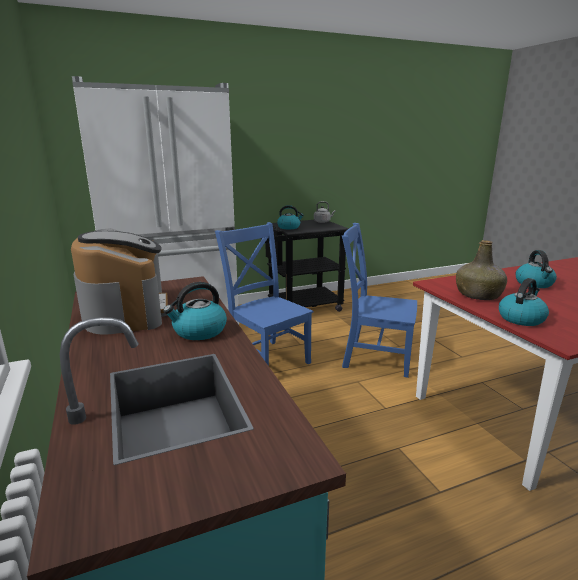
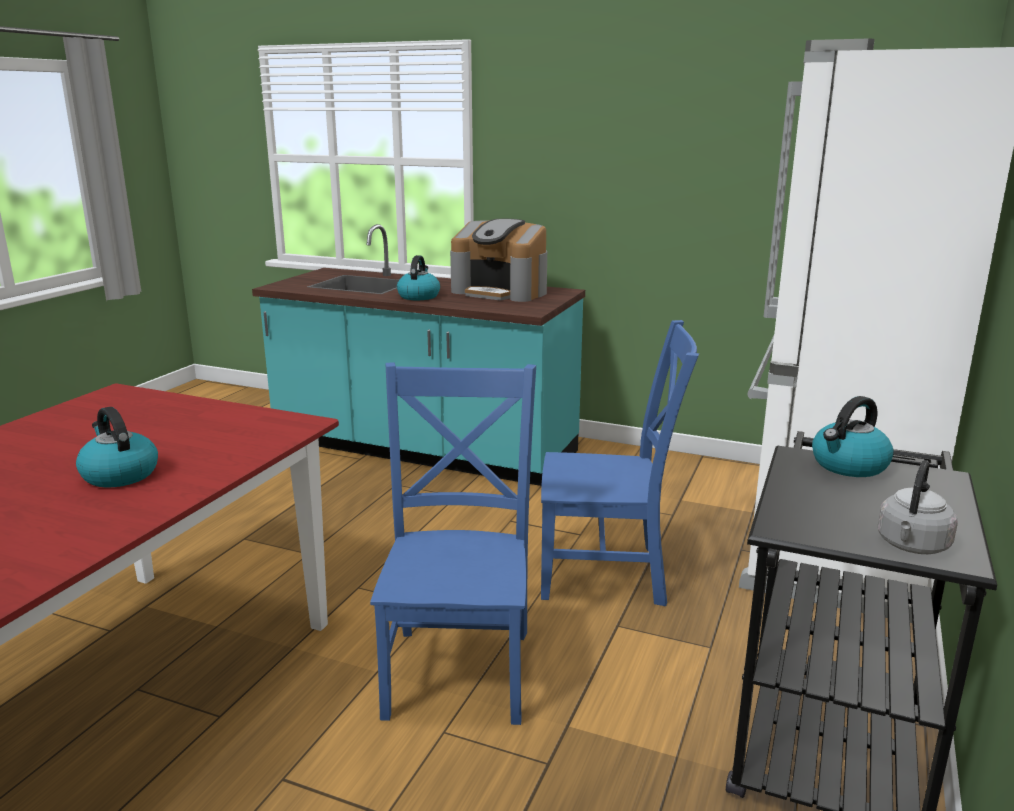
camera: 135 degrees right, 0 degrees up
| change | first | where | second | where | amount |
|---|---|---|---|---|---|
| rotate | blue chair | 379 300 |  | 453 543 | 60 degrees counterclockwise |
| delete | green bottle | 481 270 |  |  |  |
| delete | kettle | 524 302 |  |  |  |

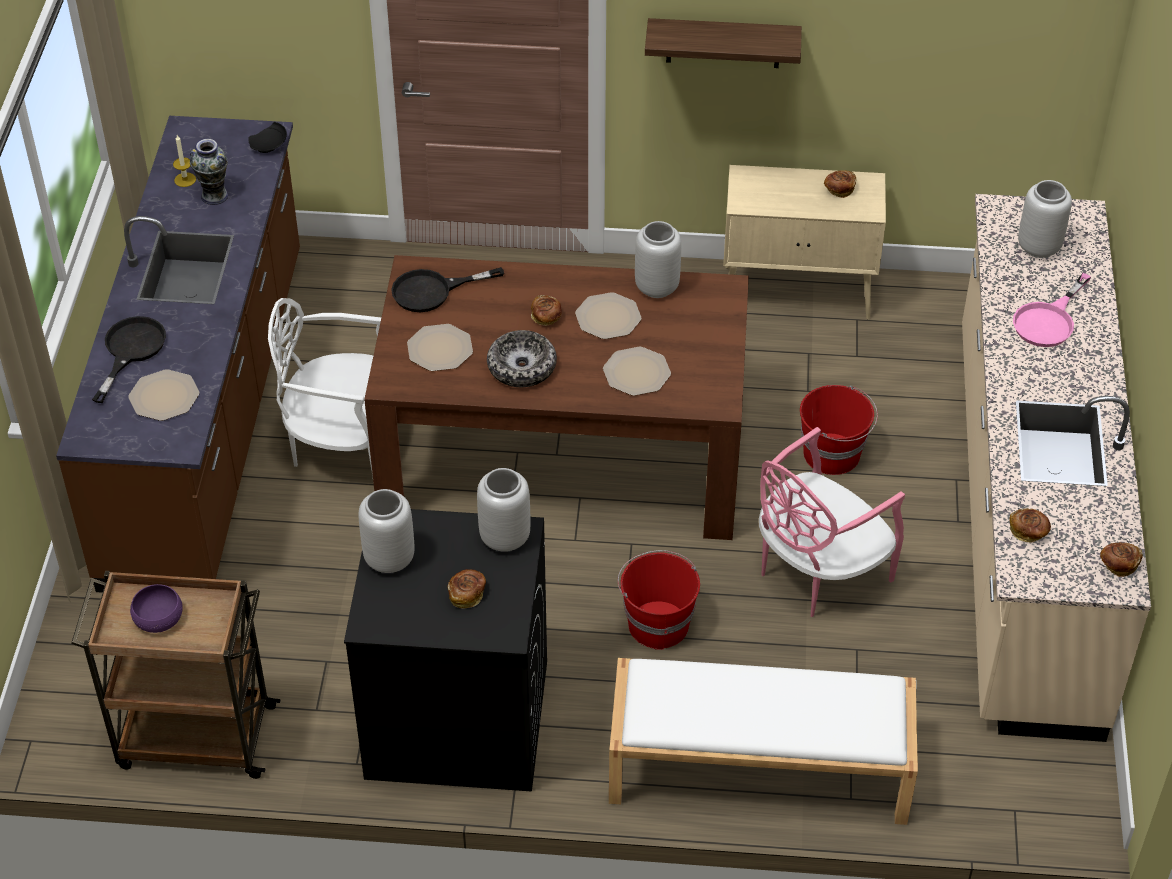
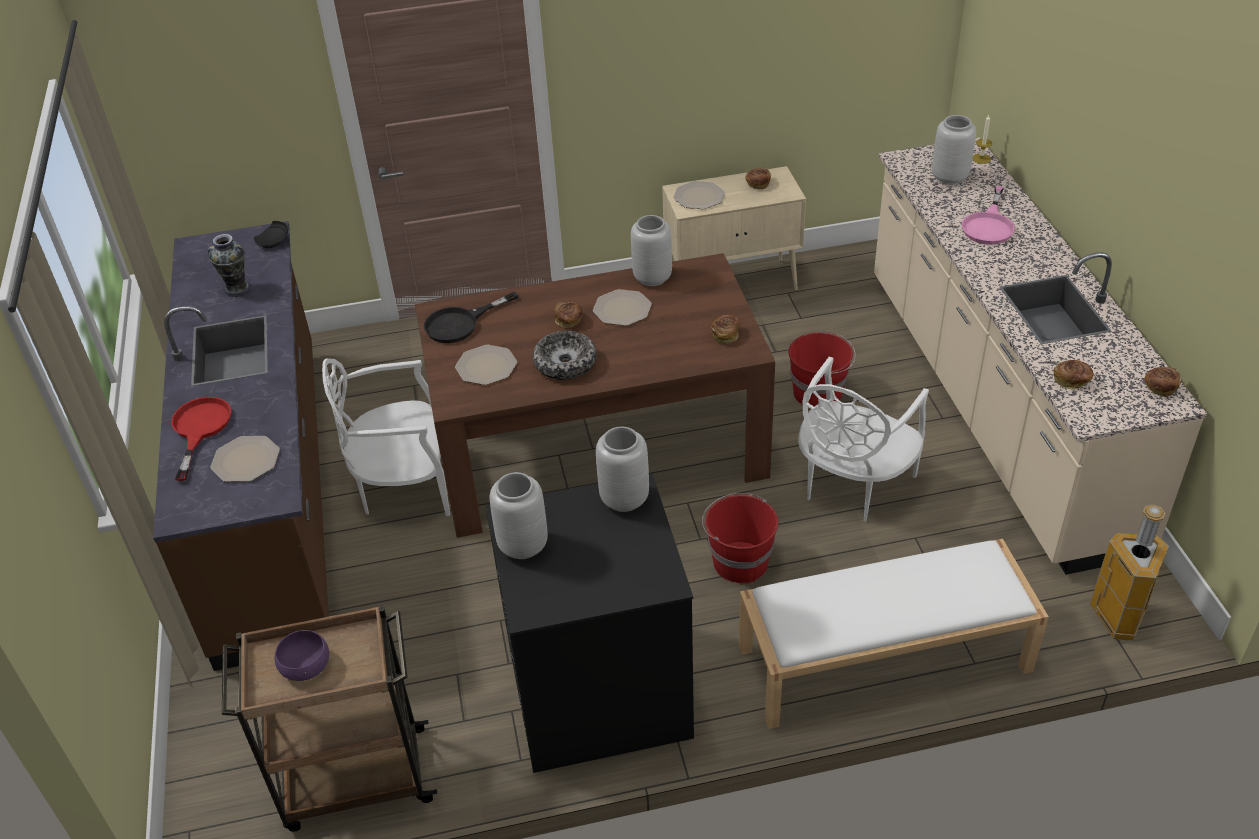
camera: 15 degrees left, 5 degrees down
| change | first | where | second | where | amount |
|---|---|---|---|---|---|
| recolor | black frying pan | 129 359 | red frying pan | 201 439 |  |
| move | plate | 637 371 |  | 699 195 |  |
| move | bread | 466 589 |  | 725 329 |  |
| recolor | pink chair | 832 522 | white chair | 863 439 |  |
| move | candle | 184 161 |  | 982 139 |  |
| insert |  |  | trash can | 1129 572 |  |
| delete | shelf | 723 43 |  |  |  |

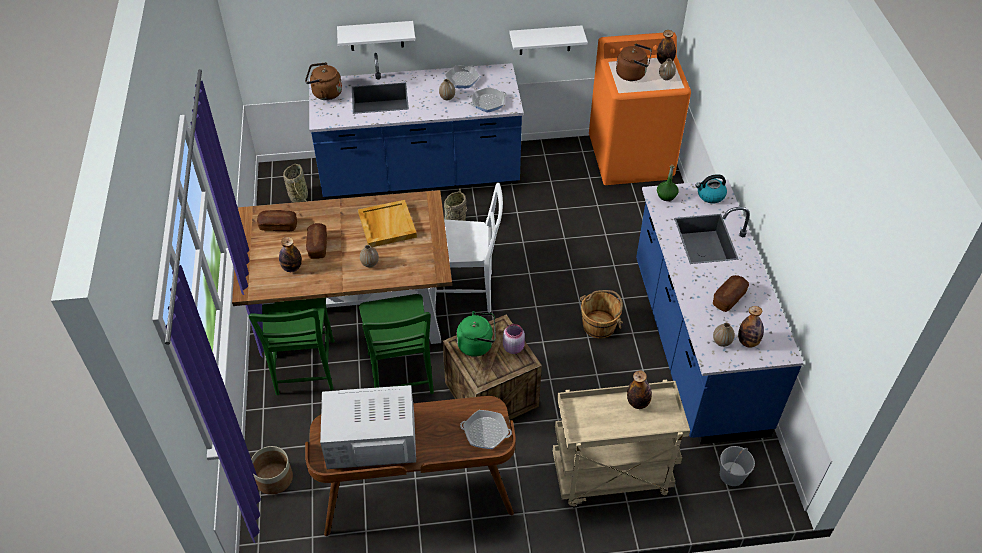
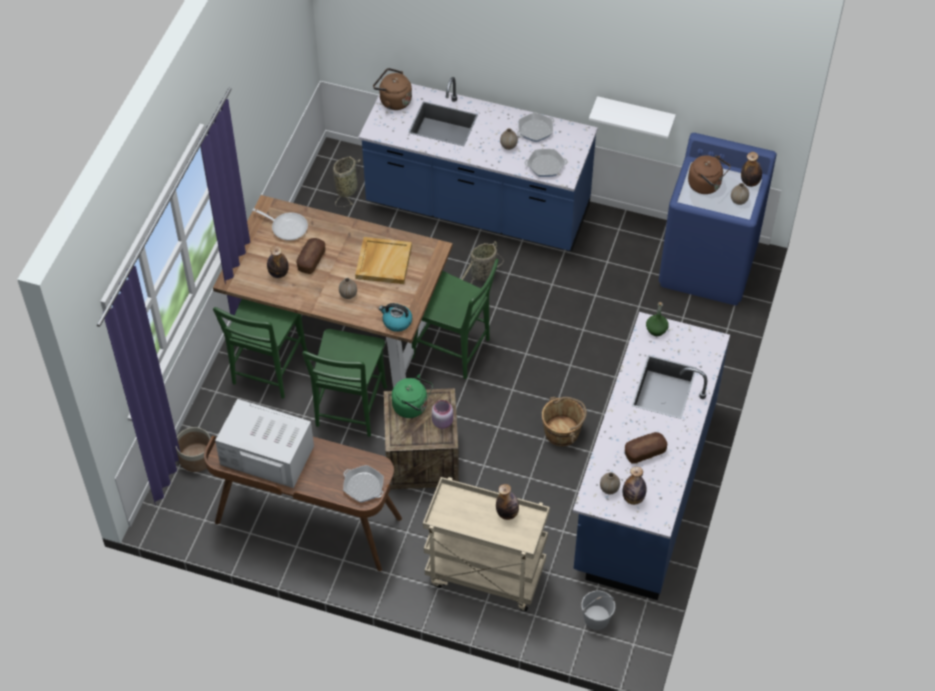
camera: 25 degrees right, 5 degrees up
| change | first | where | second | where | amount |
|---|---|---|---|---|---|
| replace | bread | 277 220 | frying pan | 280 224 |  |
| move | kettle | 711 188 |  | 395 317 |  |
| recolor | white chair | 467 248 | green chair | 455 319 |  |
| recolor | orange washing machine | 640 108 | blue washing machine | 718 219 |  |
| delete | white shelf | 376 36 |  |  |  |

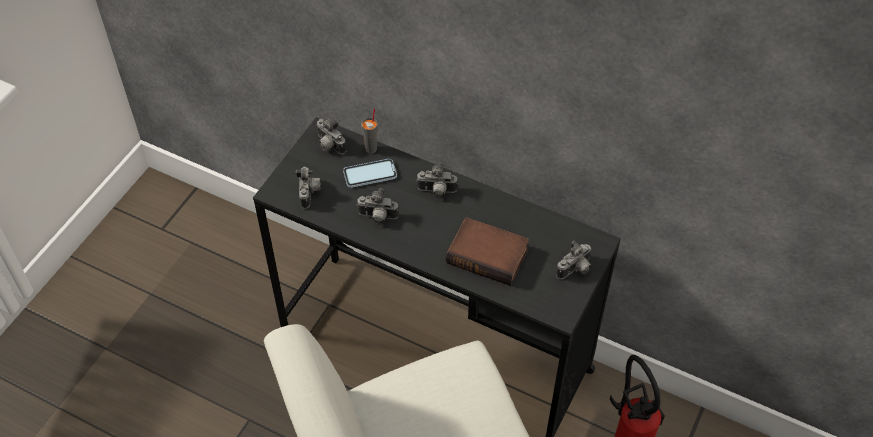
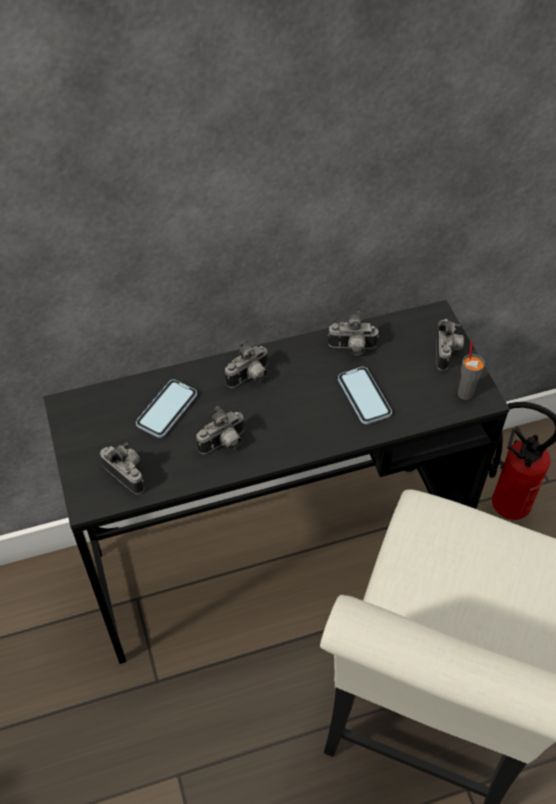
camera: 45 degrees left, 0 degrees up
| change | first | where | second | where | amount |
|---|---|---|---|---|---|
| move | photo camera | 332 136 |  | 353 333 |  |
| replace | book | 487 251 | phone | 365 395 |  |
| move | grey cup | 369 131 |  | 471 370 |  |

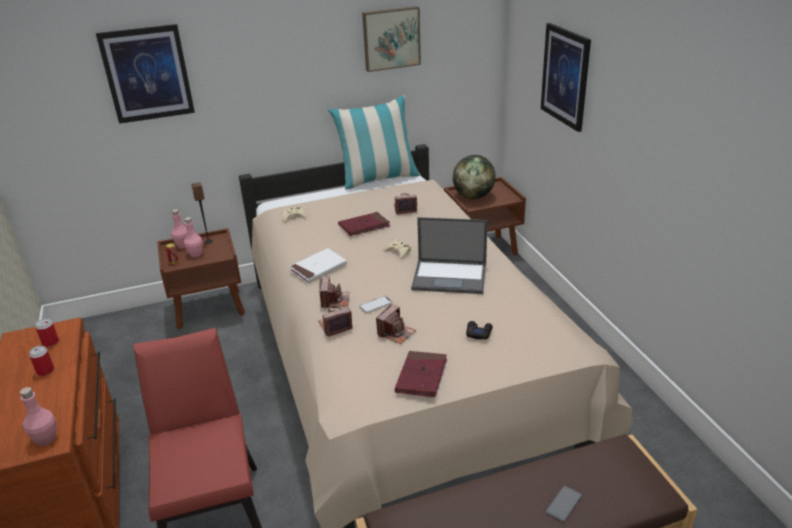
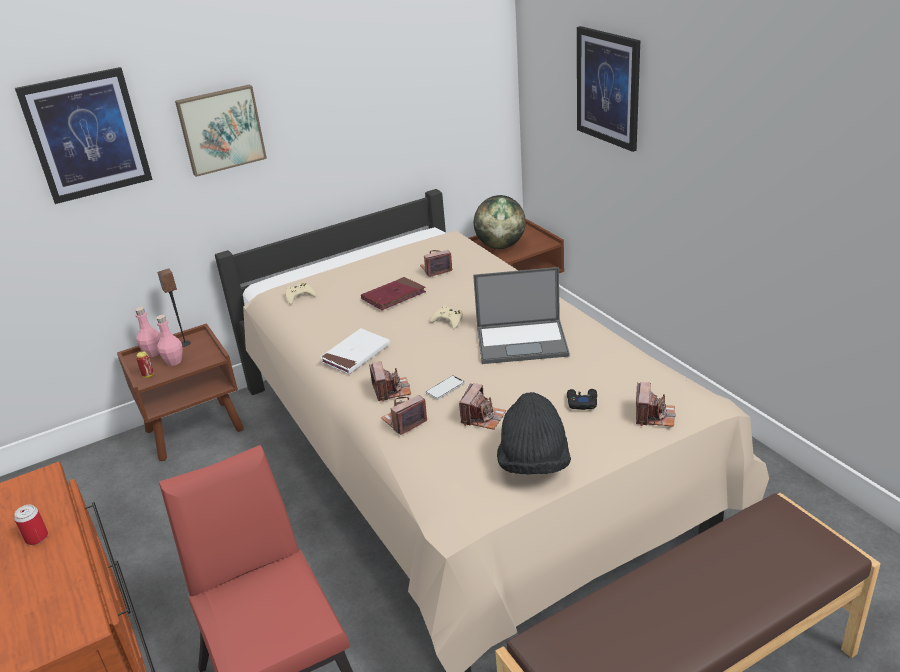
camera: 10 degrees left, 0 degrees up
| change | first | where | second | where | amount |
|---|---|---|---|---|---|
| move | picture | 391 39 |  | 221 131 |  |
| replace | red book | 421 374 | black hat | 534 433 |  |
| insert |  |  | photo camera | 655 404 |  |
| delete | pink bottle | 38 416 |  |  |  |
| delete | can | 47 332 |  |  |  |
| delete | pillow | 374 143 |  |  |  |
| delete | phone | 564 504 |  |  |  |

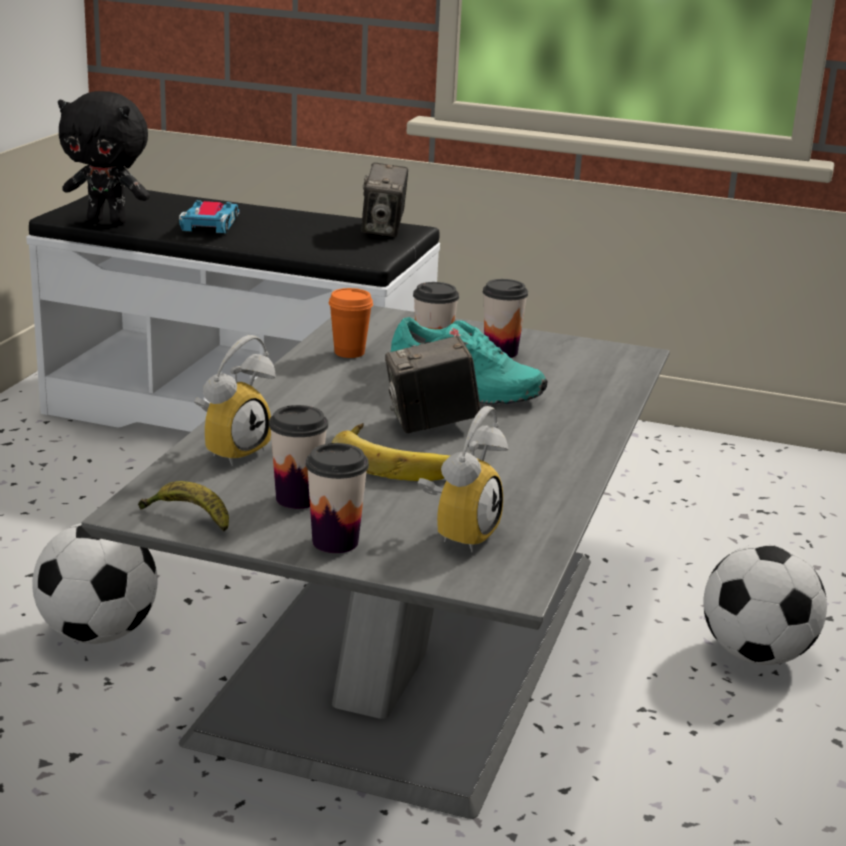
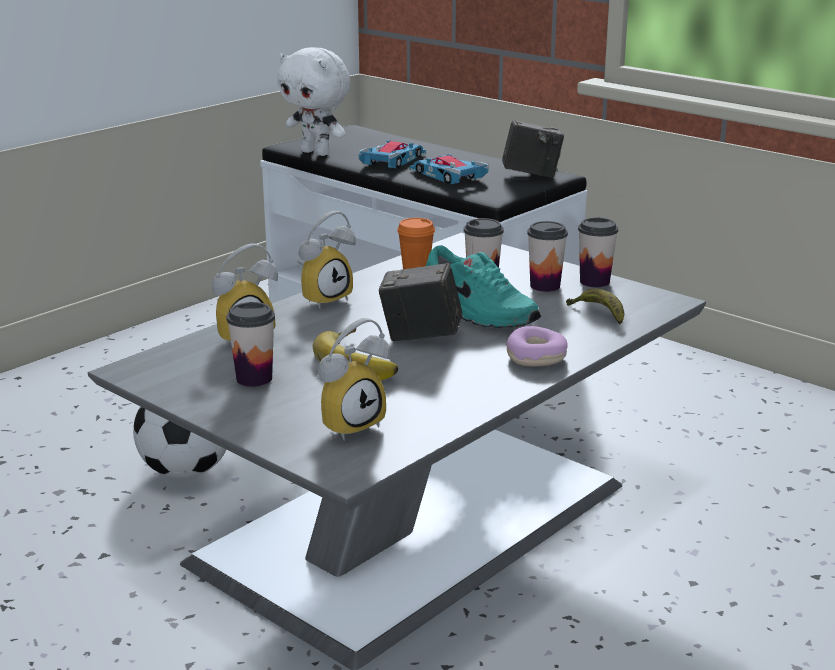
camera: 25 degrees right, 0 degrees up
| change | first | where | second | where | amount |
|---|---|---|---|---|---|
| recolor | black plush toy | 104 158 | white plush toy | 313 101 |  |
| insert |  |  | alarm clock | 326 260 |  |
| insert |  |  | toy car | 449 169 |  |
| rotate | photo camera | 384 199 |  | 533 149 | 120 degrees counterclockwise |
| insert |  |  | donut | 537 346 |  |
| move | banana | 183 506 |  | 595 306 |  |
| move | cup | 337 498 |  | 598 252 |  |
| delete | football | 765 604 |  |  |  |

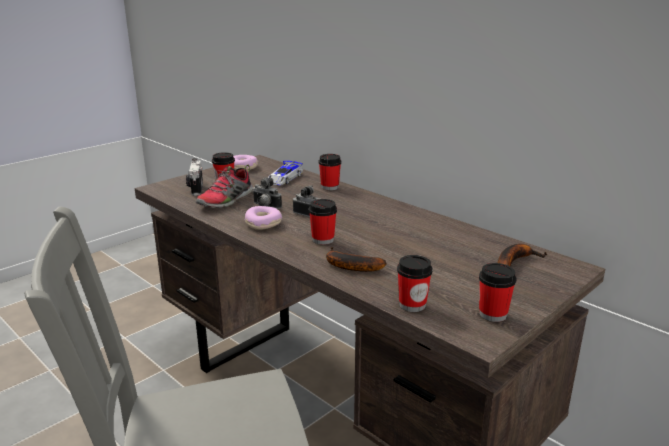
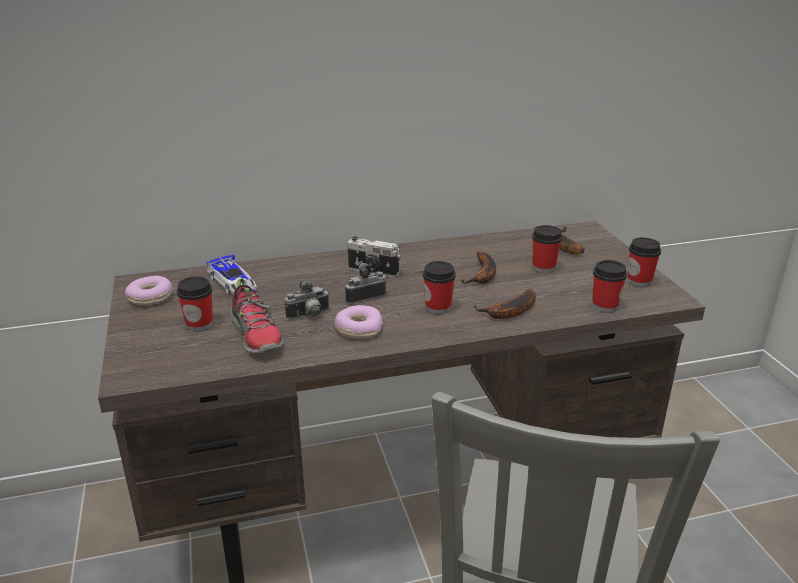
camera: 60 degrees left, 5 degrees up
| change | first | where | second | where | amount |
|---|---|---|---|---|---|
| move | photo camera | 194 177 |  | 373 257 |  |
| insert |  |  | banana | 478 267 |  |
| move | cup | 329 172 |  | 547 249 |  |

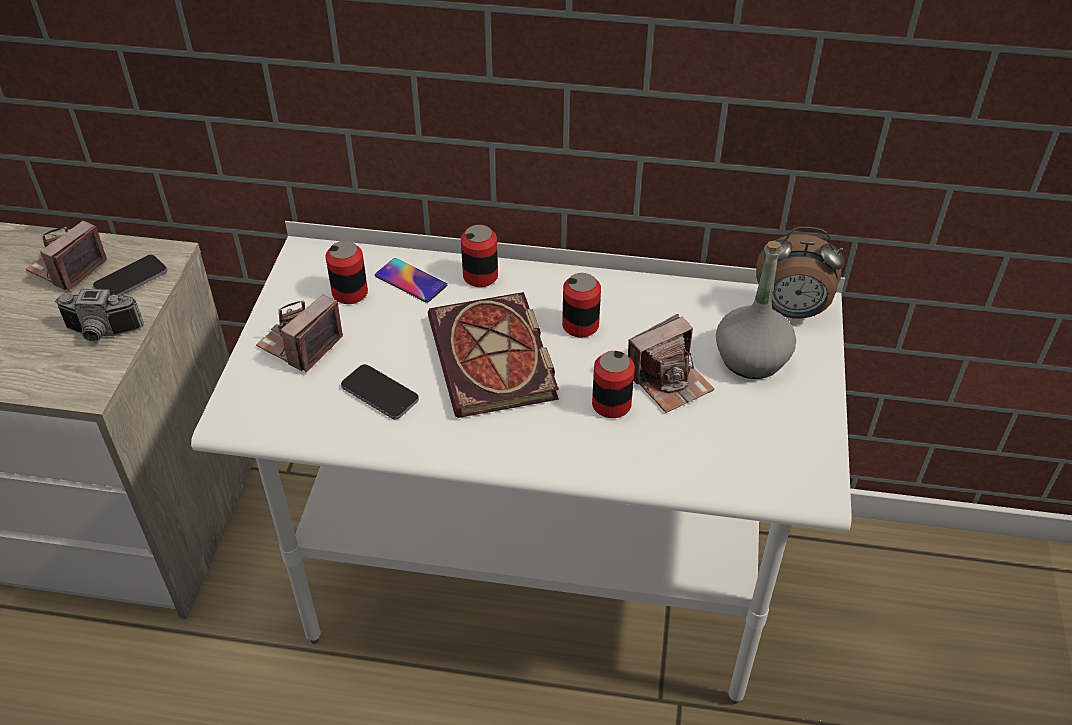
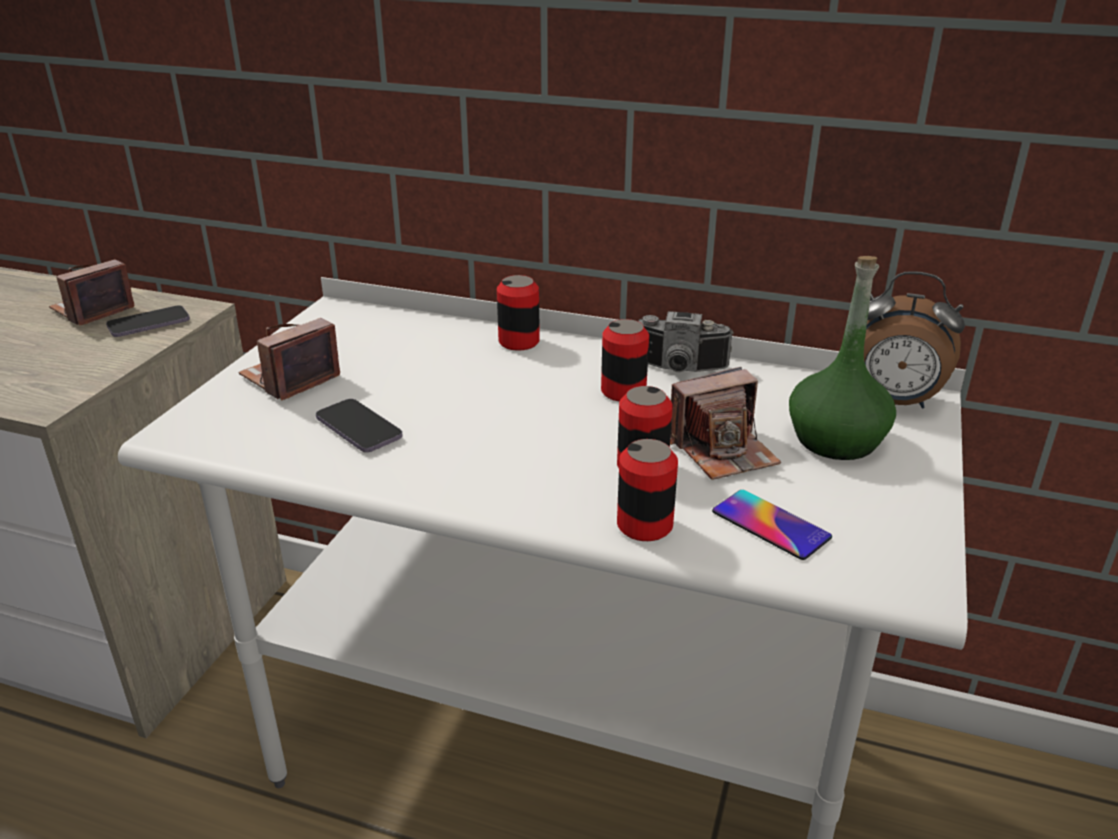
camera: 10 degrees right, 15 degrees down
| change | first | where | second | where | amount |
|---|---|---|---|---|---|
| move | can | 347 272 |  | 647 490 |  |
| move | photo camera | 99 315 |  | 686 341 |  |
| move | phone | 411 280 |  | 772 525 |  |
| recolor | grey bottle | 756 310 | green bottle | 842 358 |  |
| delete | book | 493 355 |  |  |  |

